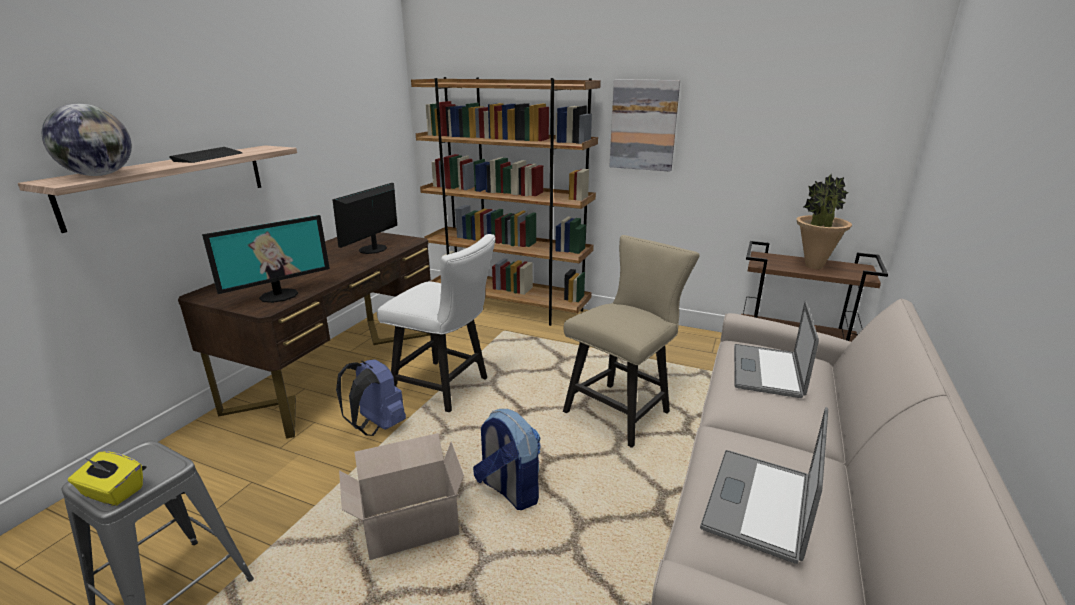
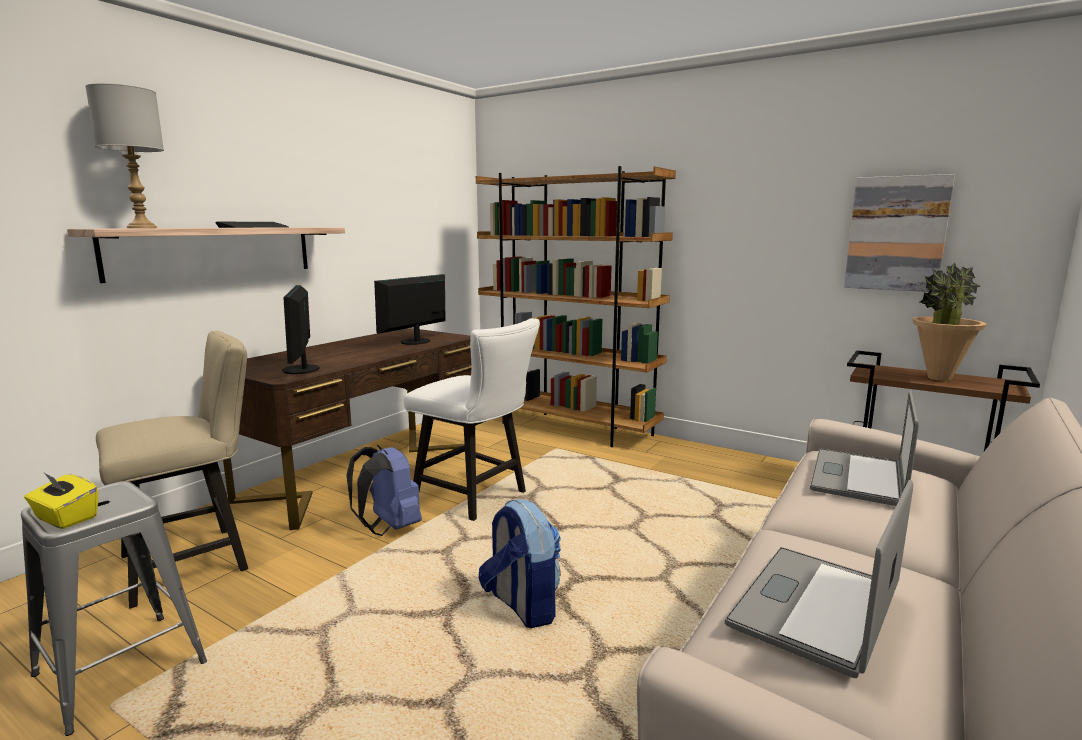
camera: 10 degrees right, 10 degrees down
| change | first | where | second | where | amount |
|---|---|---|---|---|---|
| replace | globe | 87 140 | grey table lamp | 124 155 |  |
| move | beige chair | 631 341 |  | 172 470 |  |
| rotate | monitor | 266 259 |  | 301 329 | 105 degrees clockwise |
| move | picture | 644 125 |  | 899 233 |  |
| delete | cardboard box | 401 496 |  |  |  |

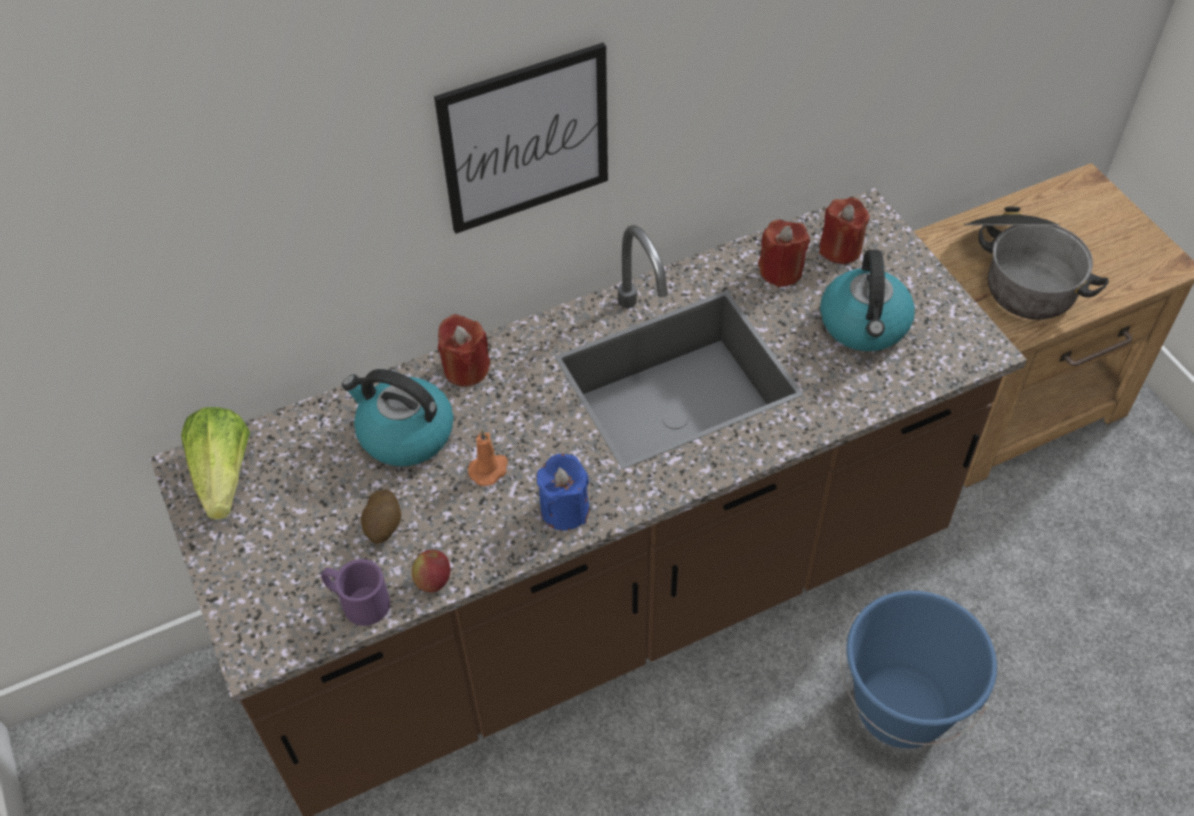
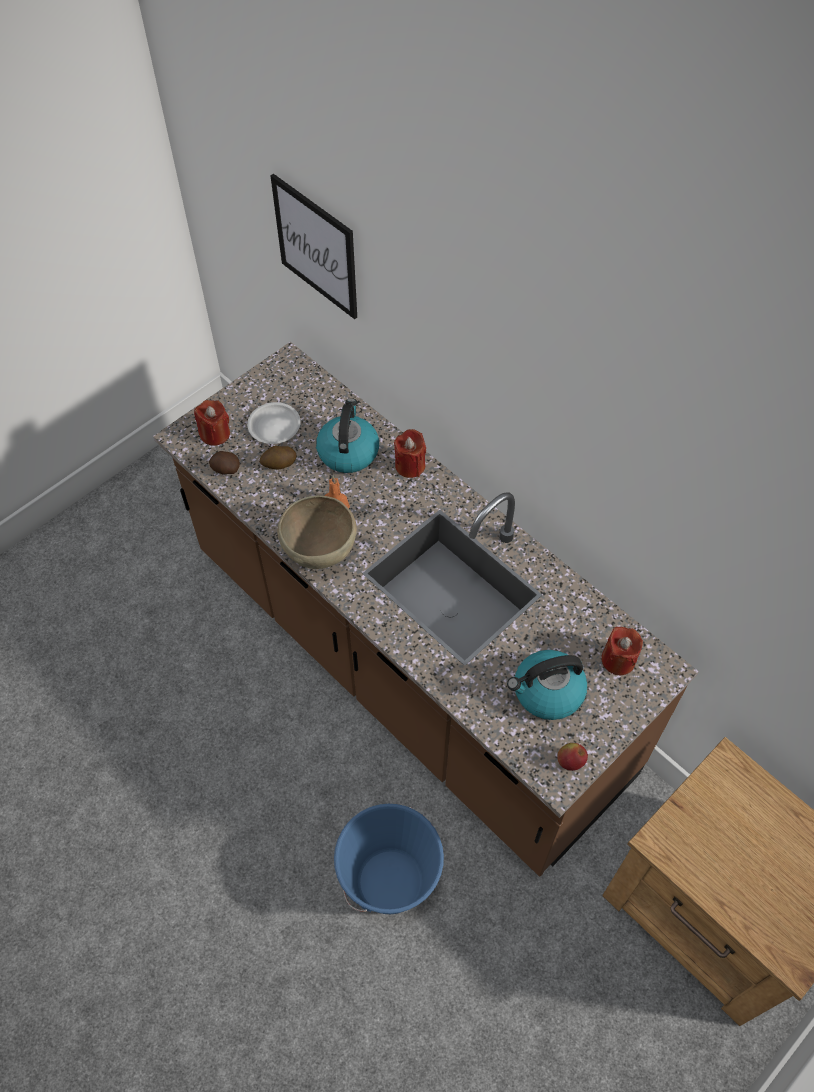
camera: 70 degrees right, 5 degrees up
| change | first | where | second | where | amount |
|---|---|---|---|---|---|
| move | red candle | 784 253 |  | 212 423 |  |
| replace | purple mug | 355 592 | potato | 224 462 |  |
| insert |  |  | white plate | 274 423 |  |
| move | picture | 521 138 |  | 314 246 |  |
| replace | blue candle | 563 492 | brown bowl | 317 532 |  |
| move | apple | 431 571 |  | 572 757 |  |
| delete | lettuce | 215 463 |  |  |  |
| delete | cooking pot | 1036 263 |  |  |  |

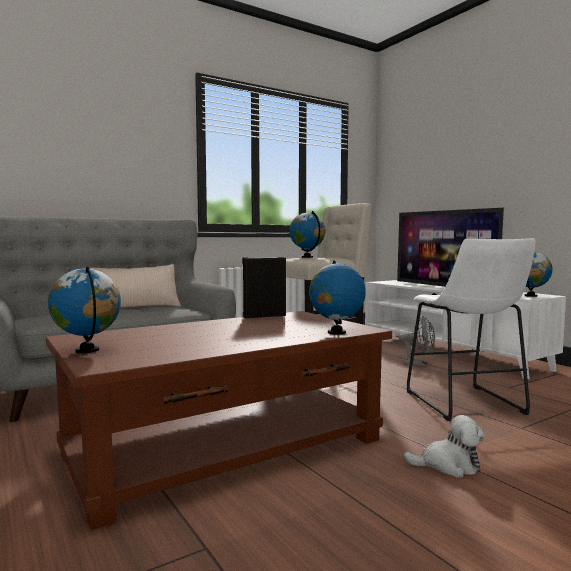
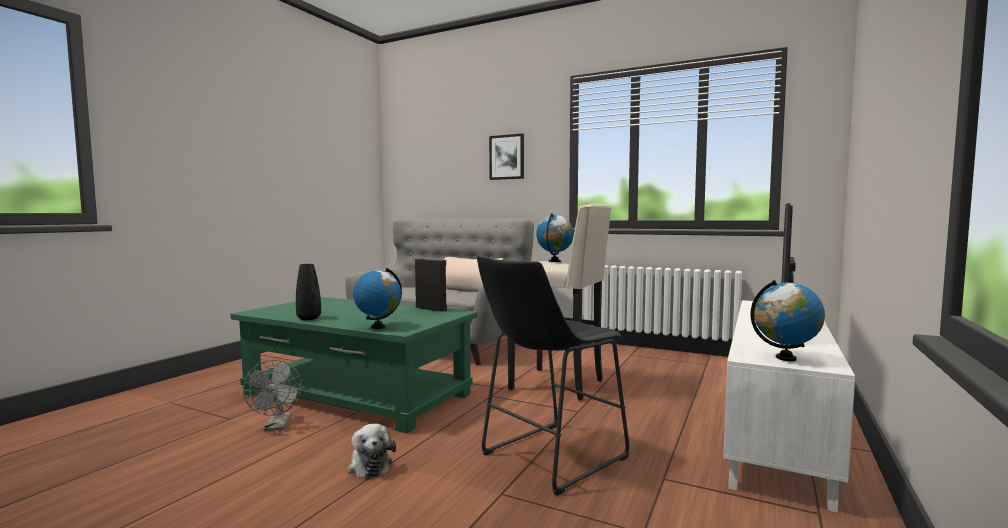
camera: 60 degrees right, 0 degrees up
| change | first | where | second | where | amount |
|---|---|---|---|---|---|
| recolor | brown coffee table | 218 420 | green coffee table | 353 365 |  |
| move | grey fan | 417 341 |  | 272 395 |  |
| insert |  |  | black vase | 308 292 |  |
| recolor | white stool | 471 329 | black stool | 553 376 |  |
| insert |  |  | picture | 506 156 |  |
| delete | globe | 84 309 |  |  |  |

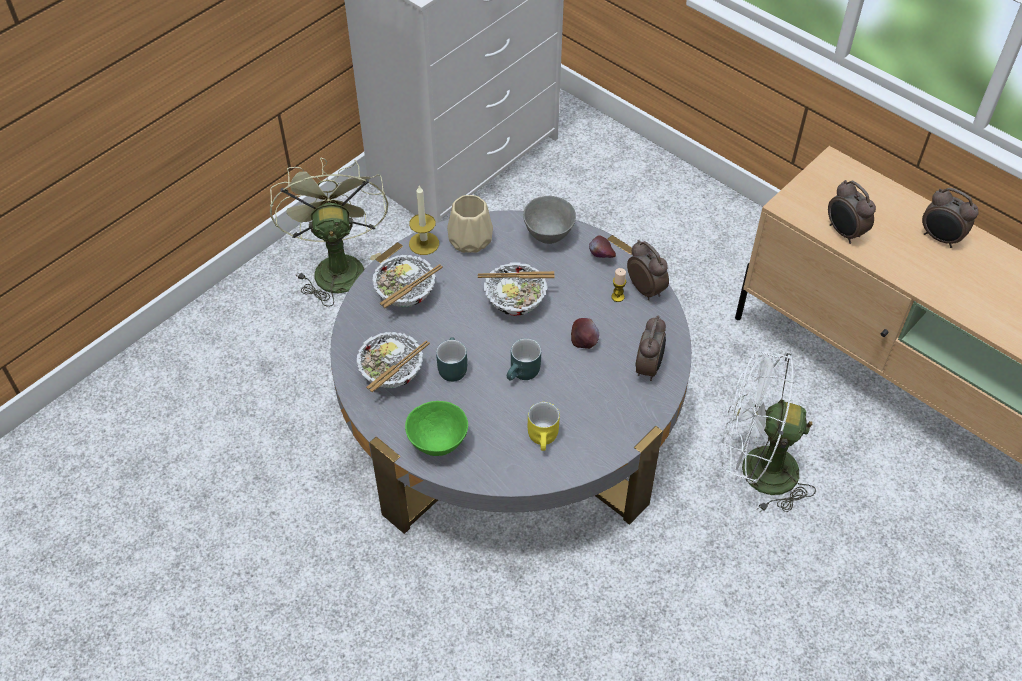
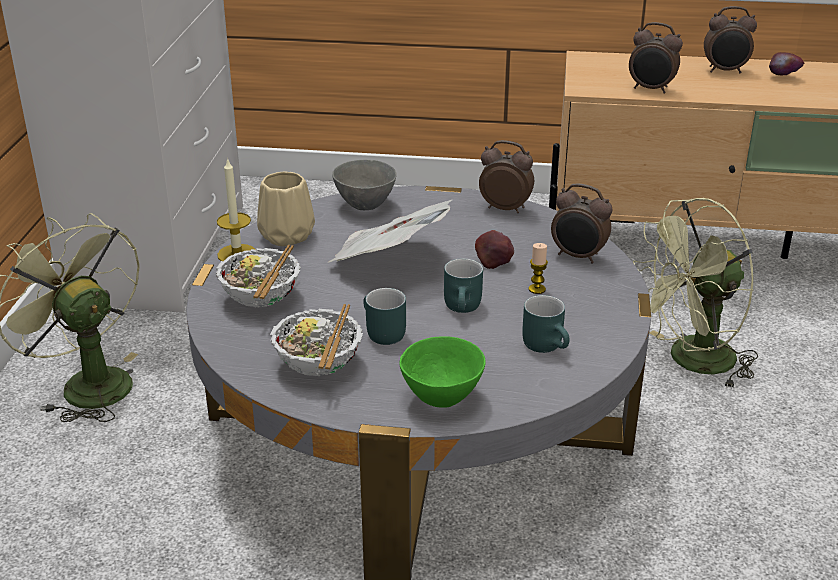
camera: 35 degrees left, 20 degrees down
| change | first | where | second | where | amount |
|---|---|---|---|---|---|
| replace | bowl | 516 289 | newspaper | 390 231 |  |
| recolor | yellow mug | 544 426 | turquoise mug | 546 324 |  |
| move | candle | 618 285 |  | 538 268 |  |
| rotate | alarm clock | 650 348 |  | 581 223 | 135 degrees clockwise |
| recolor | white fan | 769 431 | green fan | 695 294 |  |
| move | apple | 602 246 |  | 786 63 |  |

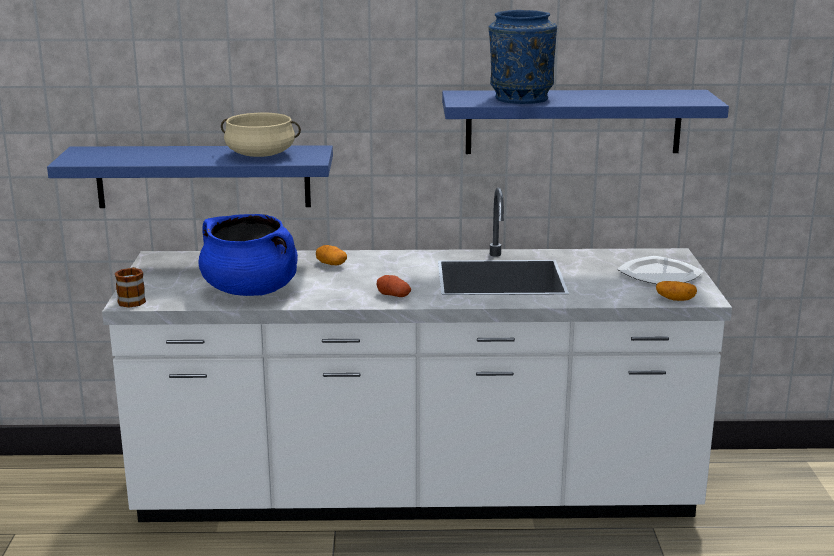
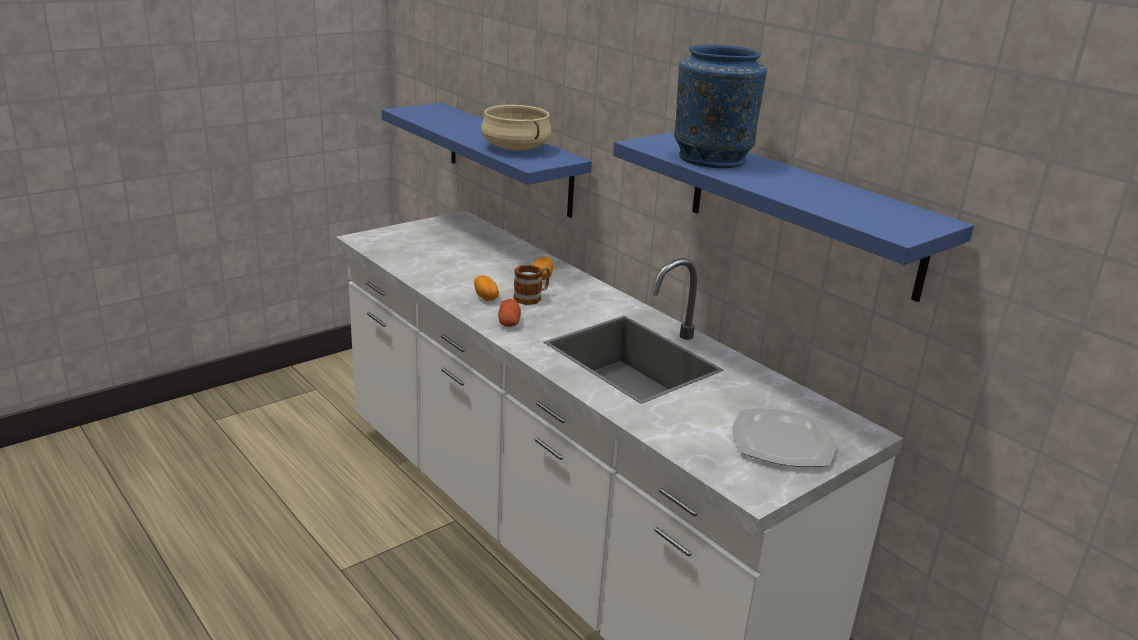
camera: 50 degrees right, 5 degrees up
| change | first | where | second | where | amount |
|---|---|---|---|---|---|
| move | potato | 676 291 |  | 486 288 |  |
| move | mug | 130 287 |  | 531 285 |  |
| delete | blue cooking pot | 248 255 |  |  |  |

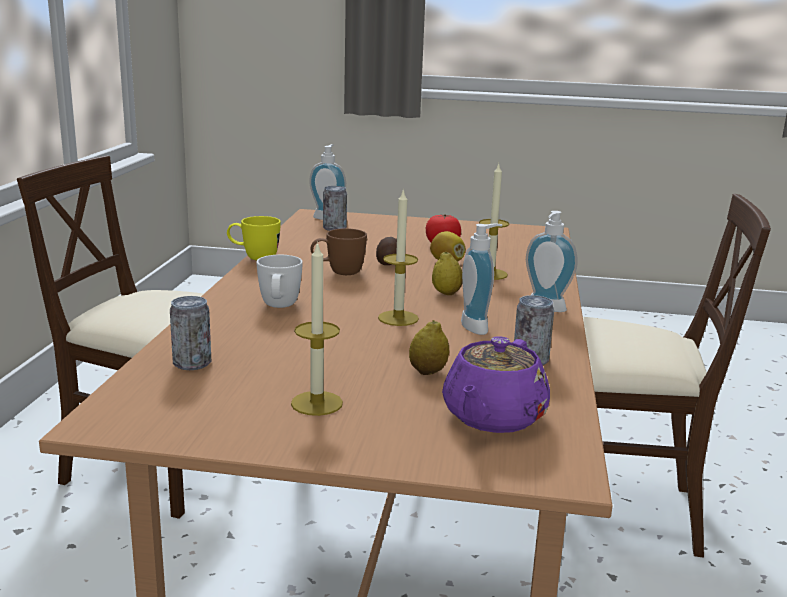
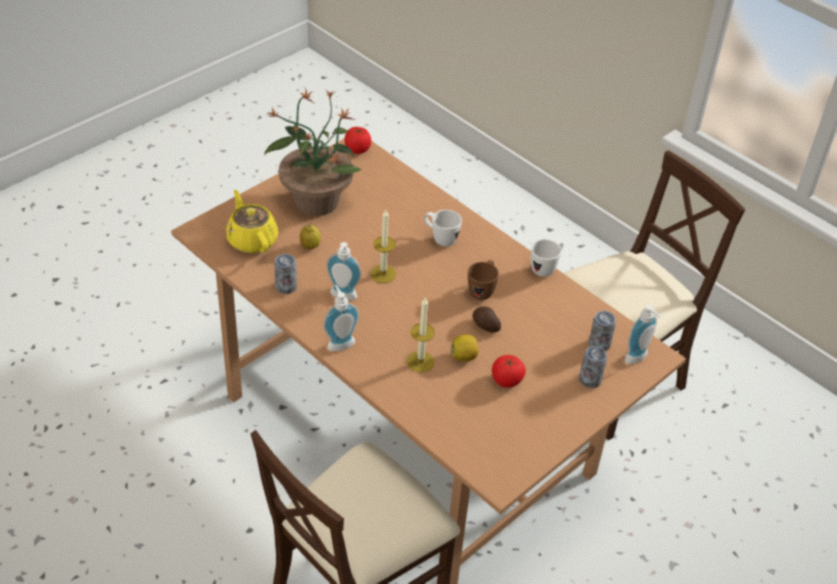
camera: 125 degrees right, 25 degrees up
| change | first | where | second | where | amount |
|---|---|---|---|---|---|
| recolor | purple teapot | 496 384 | yellow teapot | 252 221 |  |
| replace | candle | 317 328 | potted plant | 312 153 |  |
| insert |  |  | tomato | 357 140 |  |
| recolor | yellow mug | 254 238 | white mug | 547 258 |  |
| move | can | 190 333 |  | 593 367 |  |
| delete | lemon | 447 273 |  |  |  |

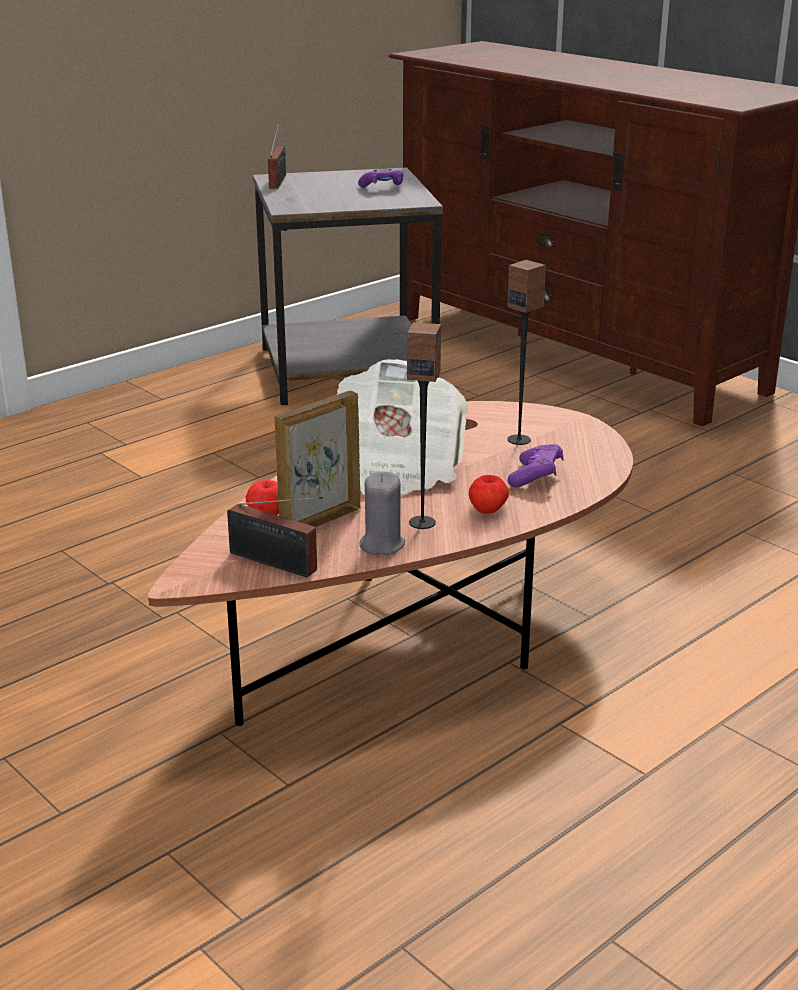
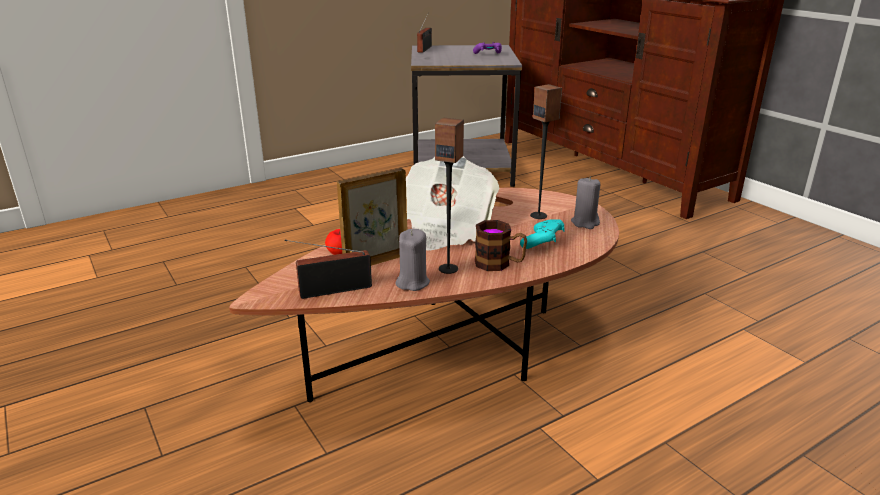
camera: 10 degrees right, 0 degrees up
| change | first | where | second | where | amount |
|---|---|---|---|---|---|
| rotate | radio | 275 537 |  | 328 269 | 120 degrees clockwise |
| replace | apple | 489 494 | mug | 501 245 |  |
| recolor | purple game controller | 536 466 | turquoise game controller | 542 234 |  |
| insert |  |  | grey candle | 586 202 |  |

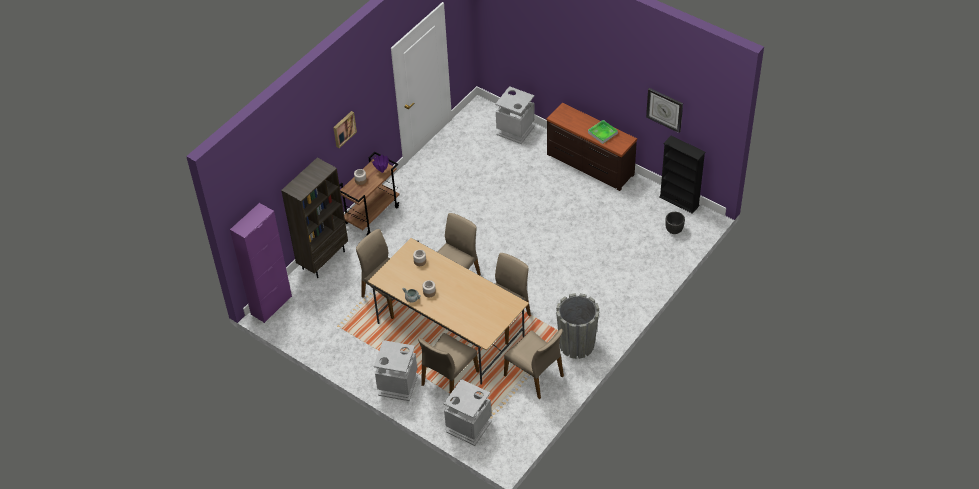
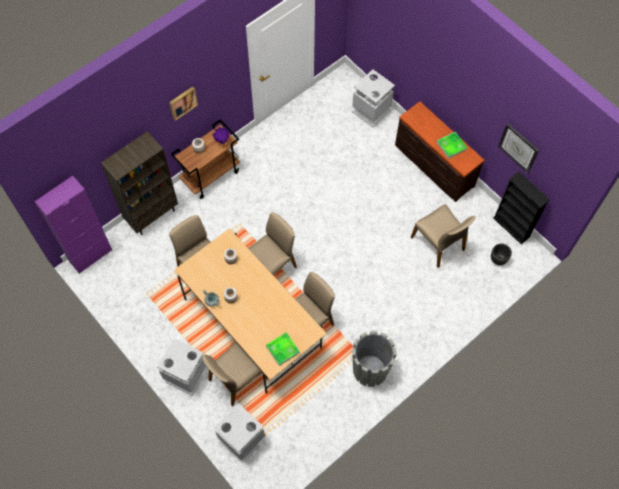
camera: 10 degrees right, 15 degrees up
| change | first | where | second | where | amount |
|---|---|---|---|---|---|
| insert |  |  | tray | 283 349 |  |
| move | beige chair | 534 364 |  | 443 236 |  |

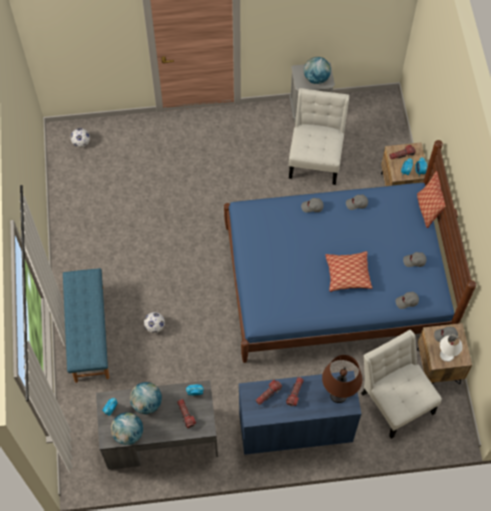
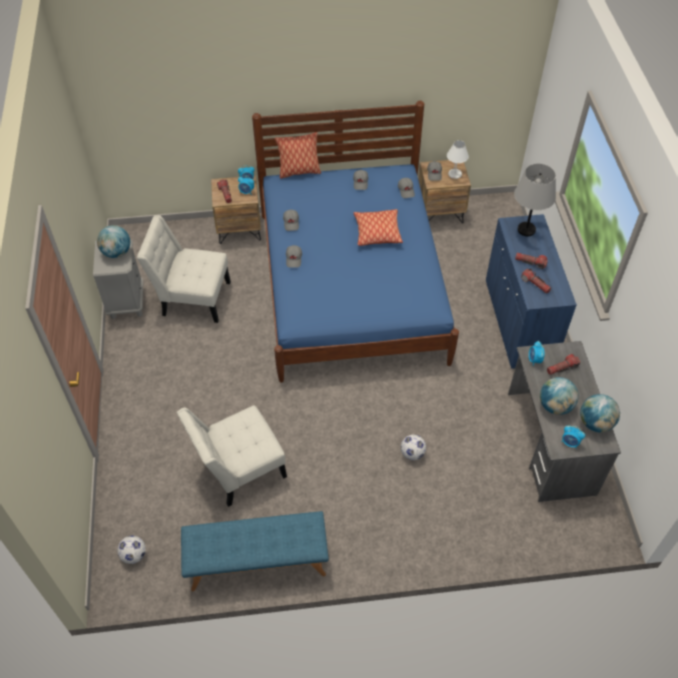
camera: 90 degrees left, 10 degrees down
| change | first | where | second | where | amount |
|---|---|---|---|---|---|
| move | white chair | 401 384 |  | 232 456 |  |
| move | blue bench | 86 325 |  | 255 551 |  |
| recolor | brown table lamp | 342 379 | grey table lamp | 535 200 |  |

